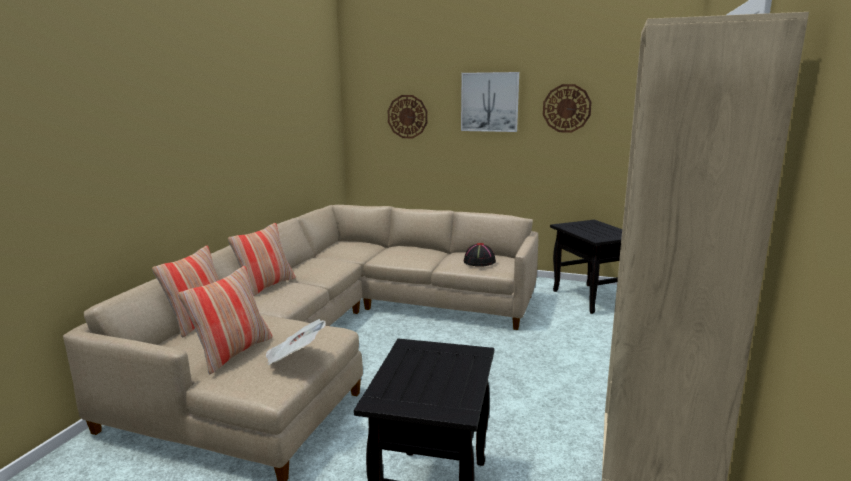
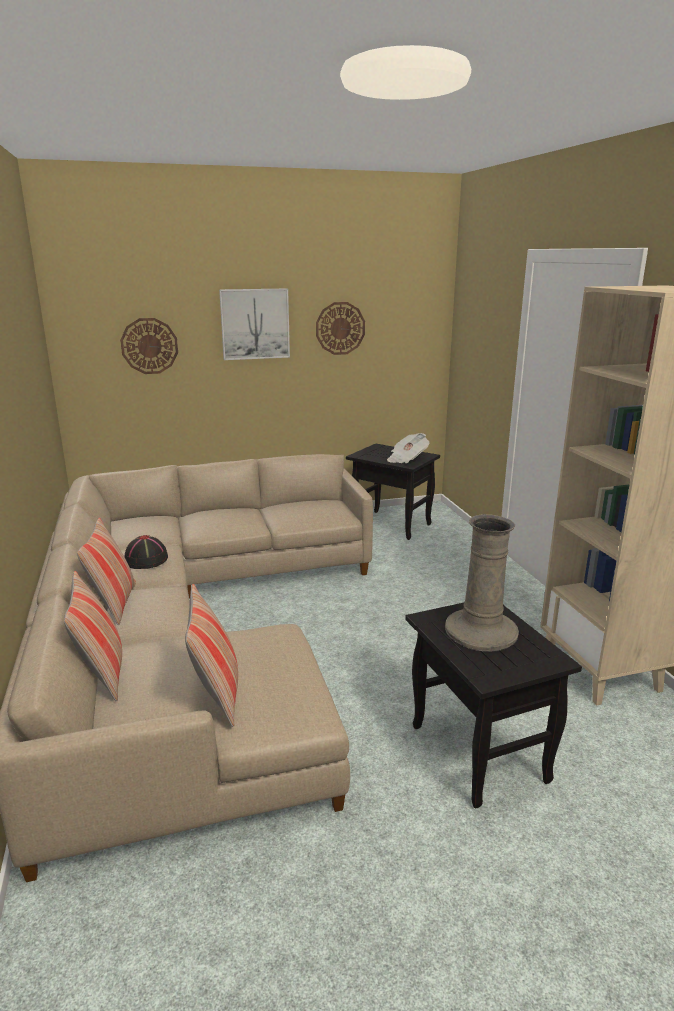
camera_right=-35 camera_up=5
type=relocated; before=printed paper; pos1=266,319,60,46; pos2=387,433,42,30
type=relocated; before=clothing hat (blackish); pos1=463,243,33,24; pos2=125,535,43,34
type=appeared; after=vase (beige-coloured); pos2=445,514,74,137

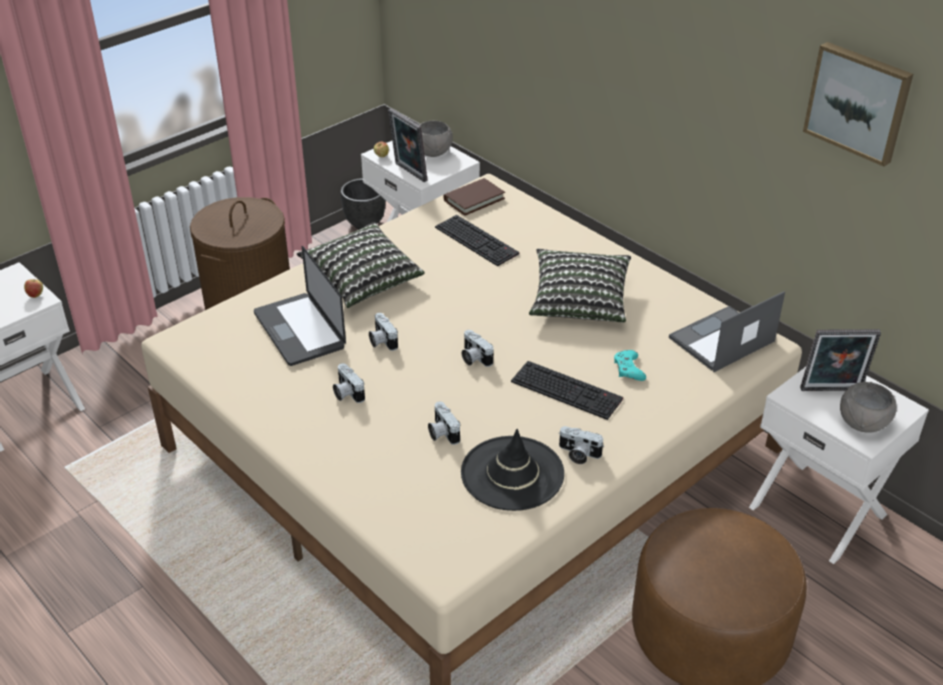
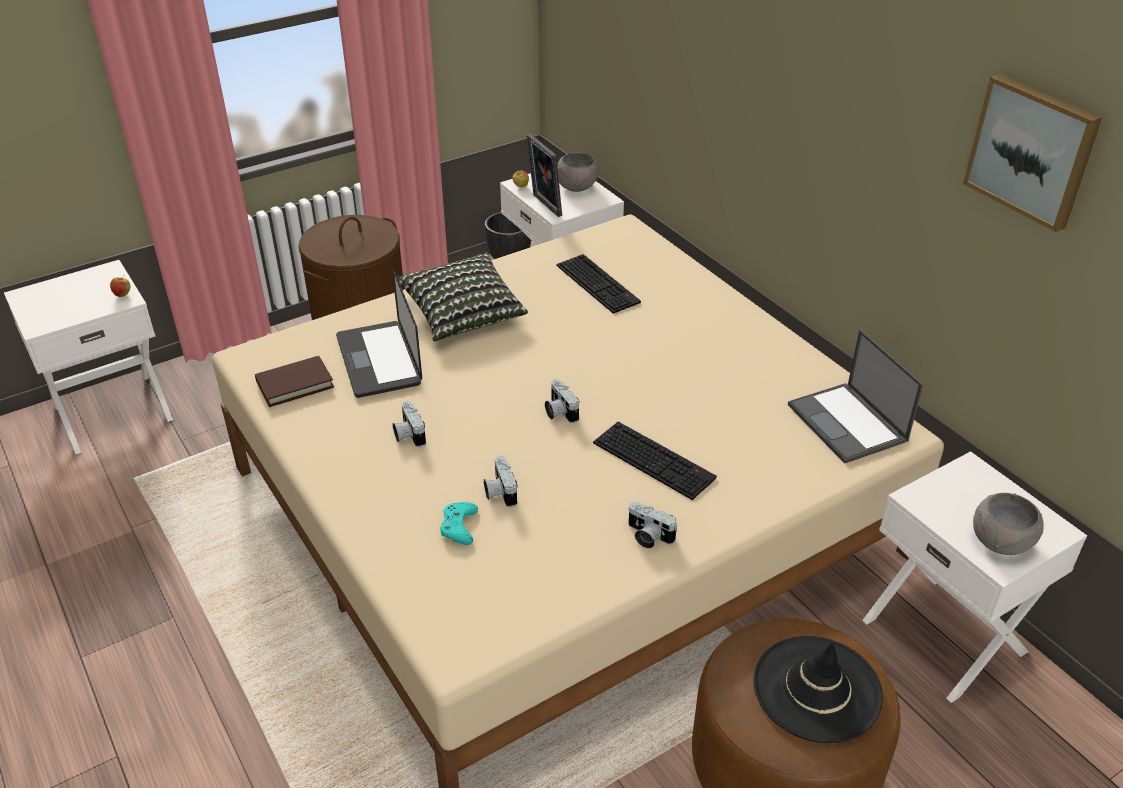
camera_right=10 camera_up=0
type=missing; before=still camera; pos1=369,313,29,38
type=relocated; before=book (brown-coloured); pos1=444,178,61,38; pos2=255,356,79,51
type=relocated; before=clothing hat (blackish); pos1=461,429,103,82; pos2=753,636,130,107
type=missing; before=pillow; pos1=529,248,102,75
type=relocated; before=game controller (blue-green); pos1=614,350,32,31; pos2=440,502,38,43
type=spun; before=portable computer; pos1=669,291,116,81; pos2=788,330,135,134; turn=-90
type=missing; before=standing frame; pos1=800,329,81,62

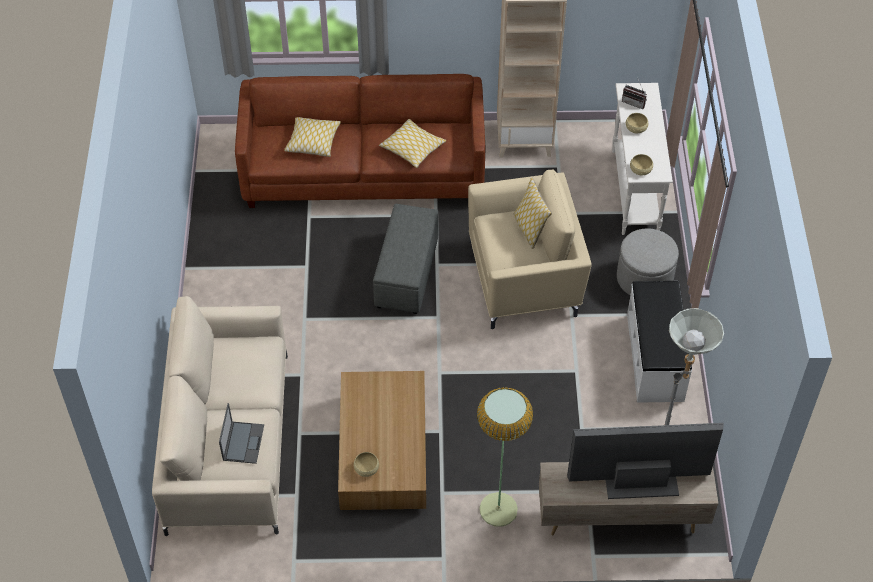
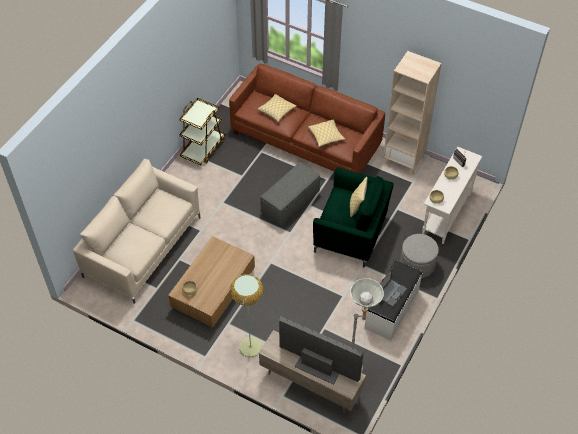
camera_right=30 camera_up=0
type=relocated; before=portable computer; pos1=219,403,45,61; pos2=380,268,27,39
type=colour; before=armchair (beige-coloured); after=armchair (green-coloured); pos1=468,170,124,159; pos2=313,167,81,100
type=appeared; after=trolley (brown-coloured); pos2=179,98,46,67

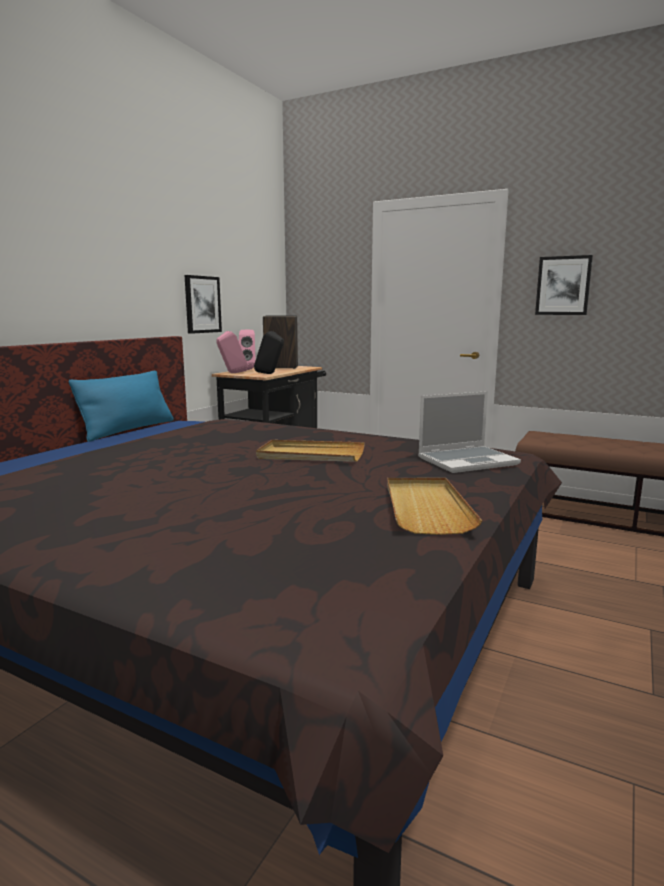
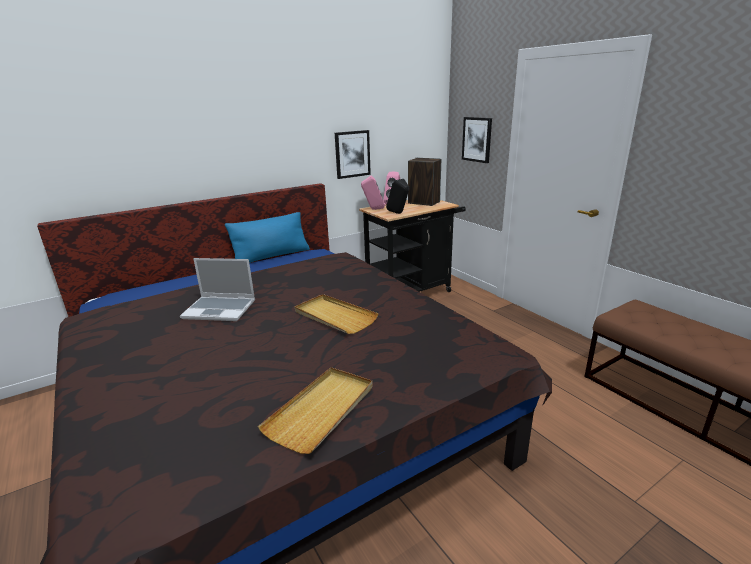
camera_right=30 camera_up=10
type=relocated; before=portable computer; pos1=418,391,103,82; pos2=180,258,75,63
type=relocated; before=wall picture; pos1=535,255,58,60; pos2=462,117,30,46

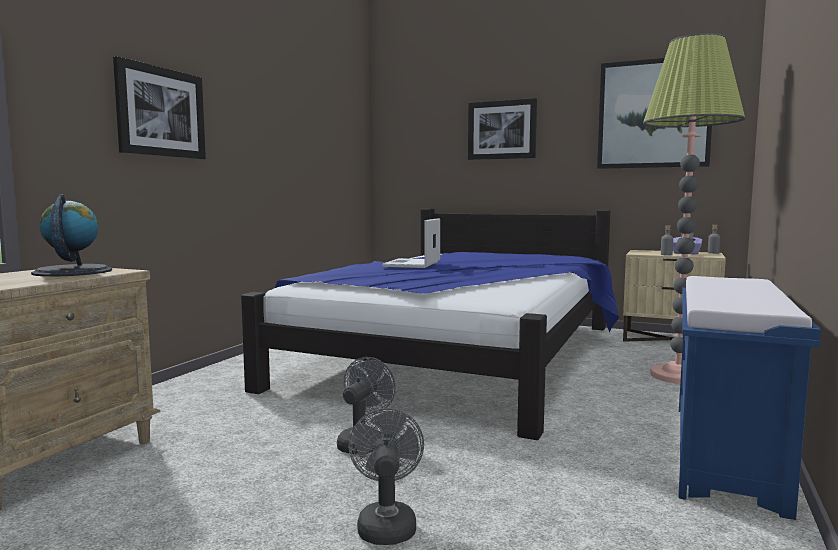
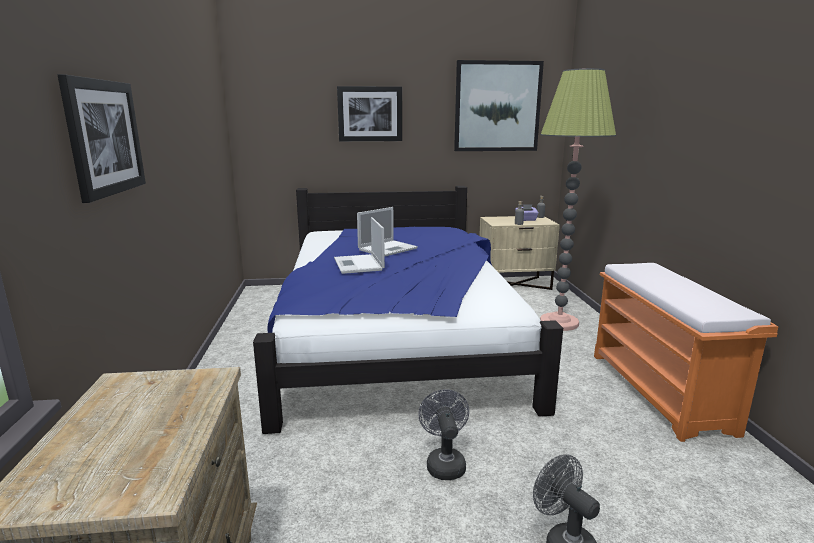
camera_right=-30 camera_up=10
type=missing; before=world globe; pos1=31,194,81,83
type=colour; before=long seat (bluish); after=long seat (orange); pos1=678,276,143,244; pos2=594,263,185,179
type=appeared; after=portable computer; pos2=357,207,61,49

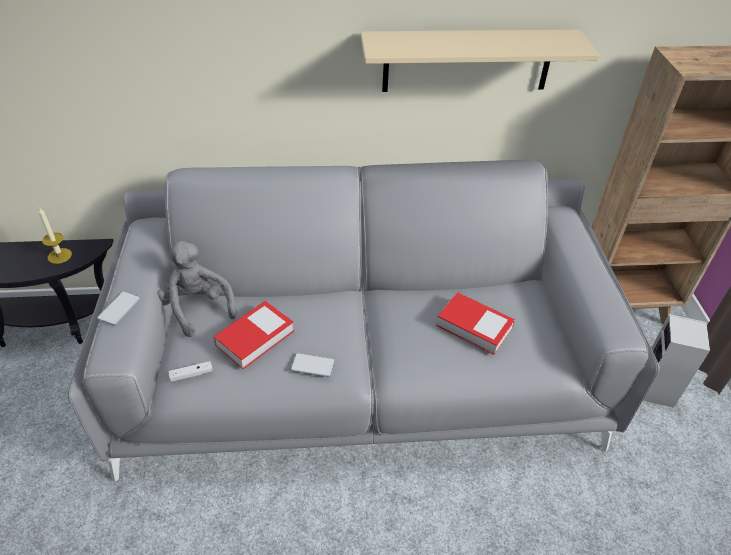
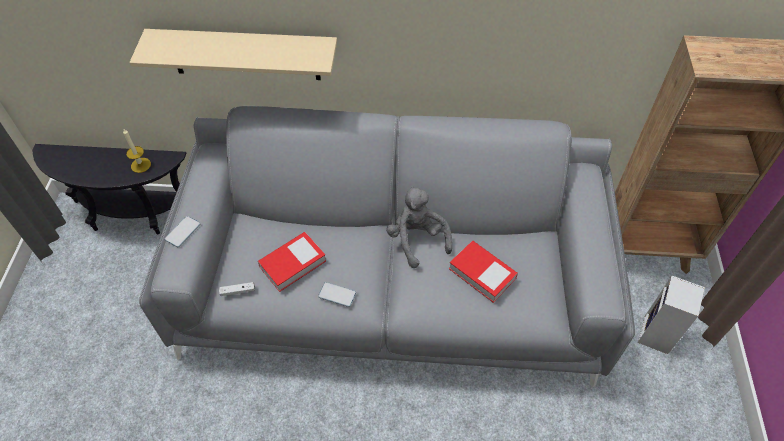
camera_right=10 camera_up=10
type=relocated; before=cuddly toy (greyish); pos1=157,241,79,96; pos2=386,186,66,82
type=relocated; before=bracket shelf (beige-coloured); pos1=361,30,239,62; pos2=129,29,208,51

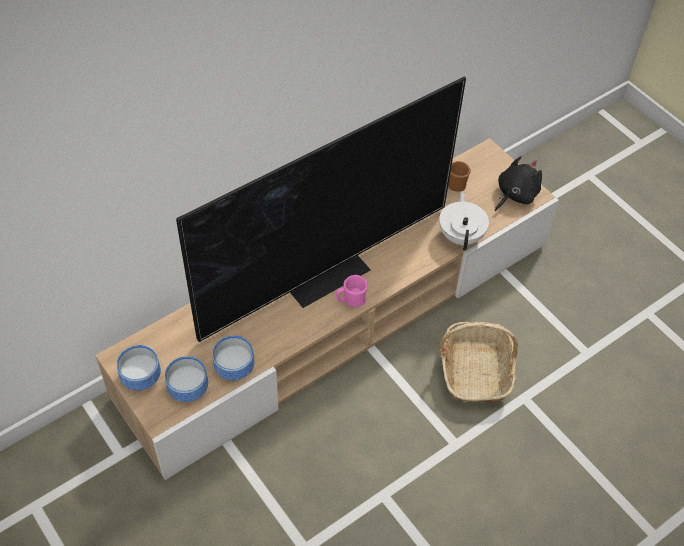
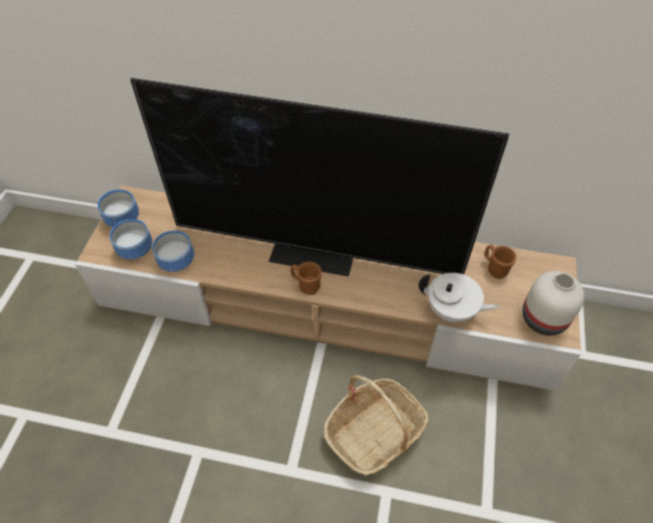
camera_right=50 camera_up=0
type=colour; before=tea mug (pinkish); after=tea mug (brown-coloured); pos1=336,275,32,32; pos2=290,262,32,33
type=spun; before=pot for tea (white); pos1=439,191,50,59; pos2=419,273,80,50; turn=60
type=exchanged; before=cuddly toy (blackish); after=vase (white); pos1=495,156,47,55; pos2=522,271,62,65

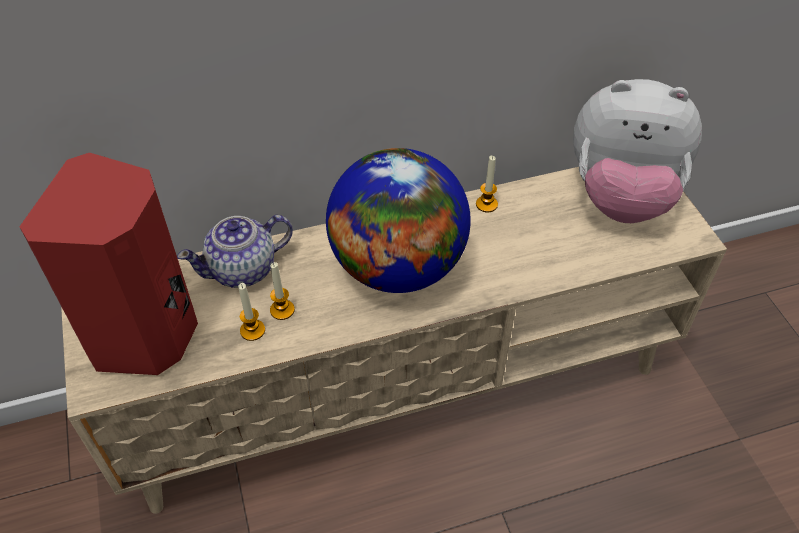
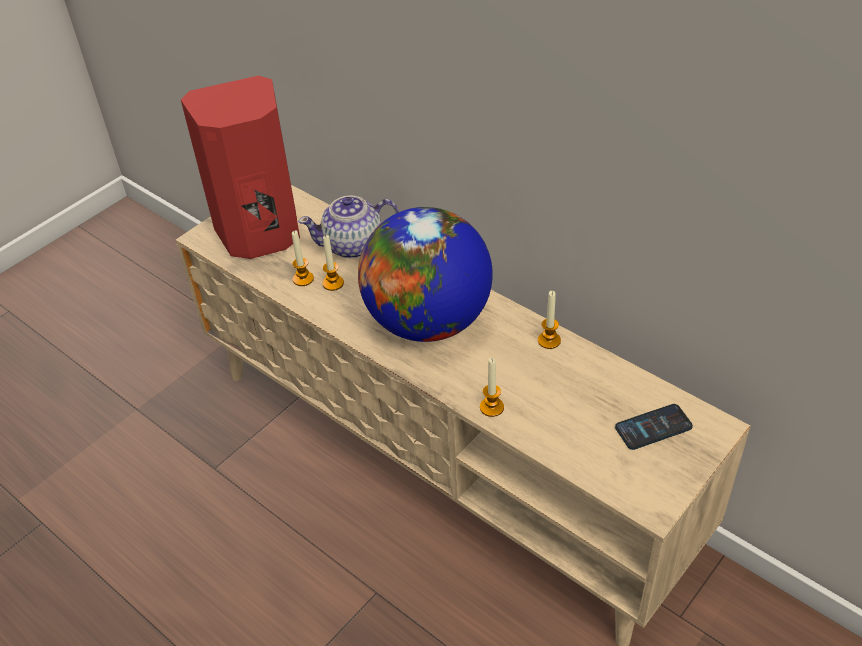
camera_right=60 camera_up=-5
type=spun; before=pot for tea; pos1=177,215,116,73; pos2=298,195,101,63; turn=-45
type=exchanged; before=cuddly toy; after=handset; pos1=573,79,129,144; pos2=615,404,78,46
type=appeared; after=wax candle; pos2=480,358,24,59

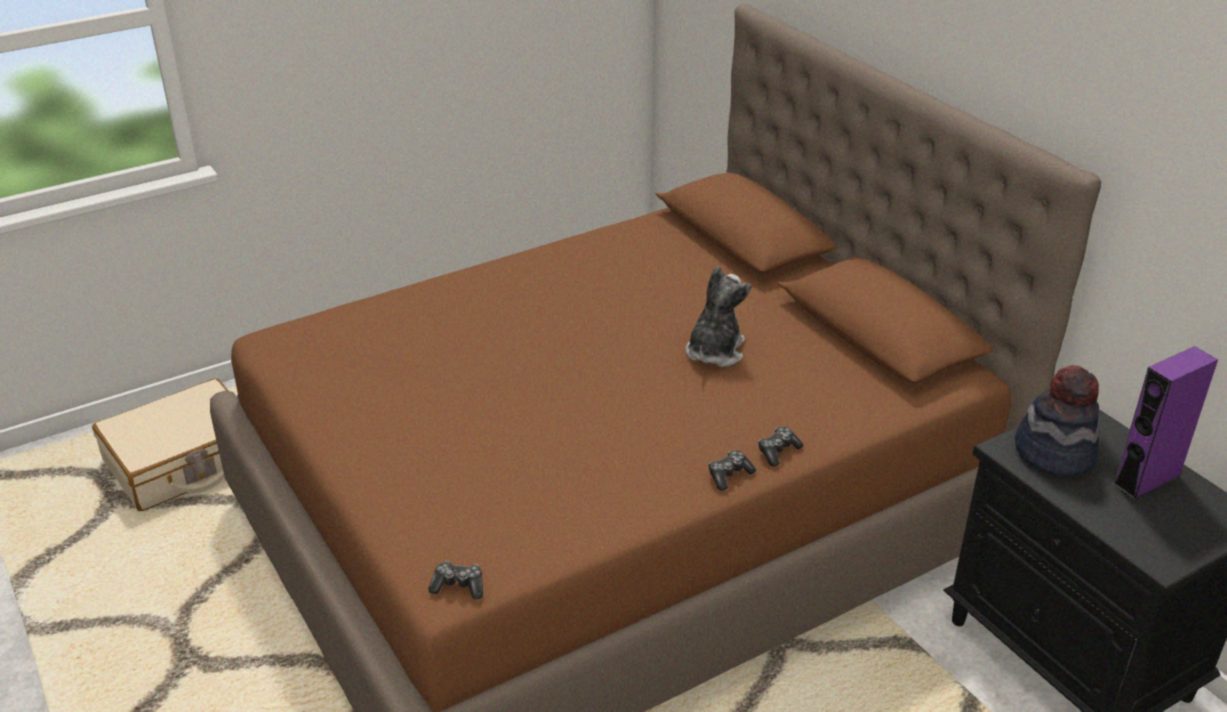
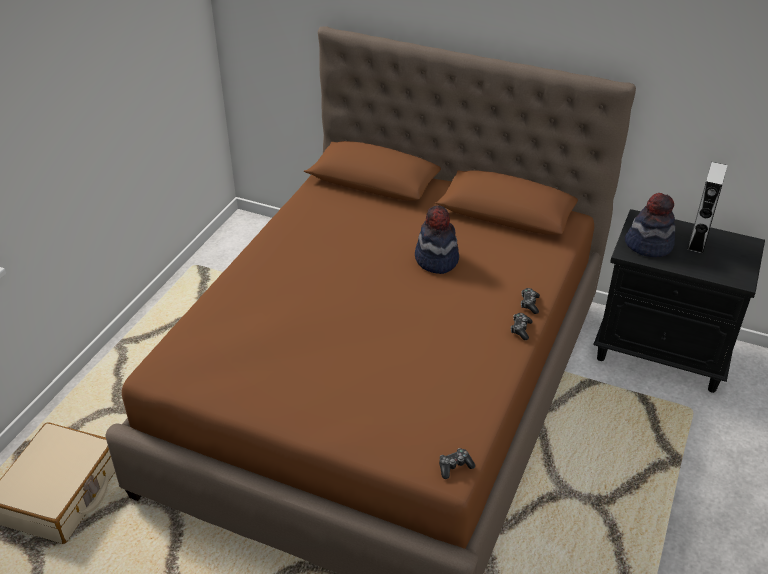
camera_right=-35 camera_up=5
type=exchanged; before=cuddly toy; after=clothing hat; pos1=685,266,67,101; pos2=415,205,44,69
type=colour; before=loudspeaker (purple-coloured); after=loudspeaker (greyish); pos1=1113,346,105,153; pos2=687,162,40,92

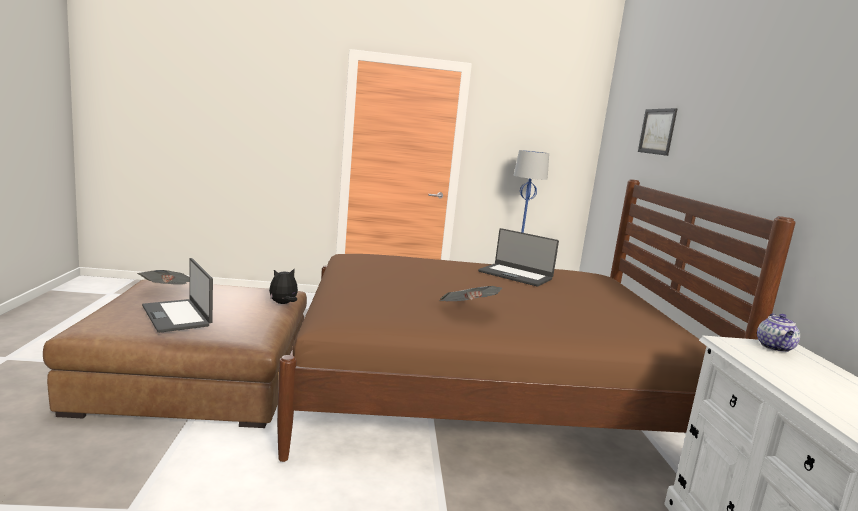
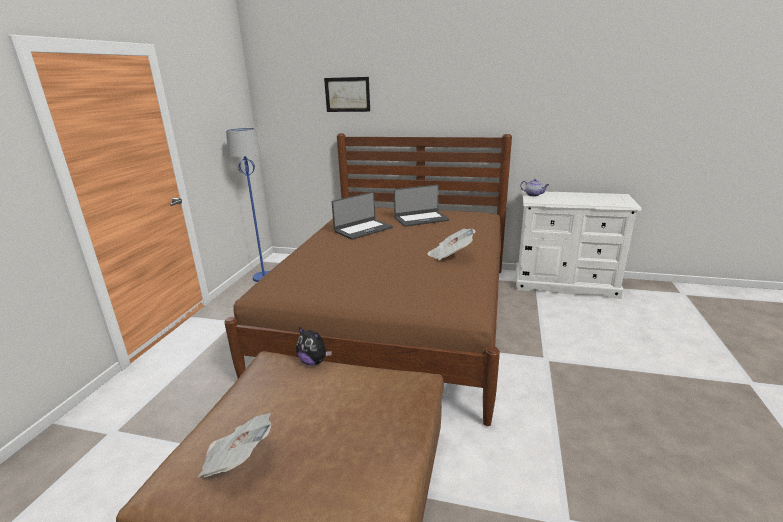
camera_right=-70 camera_up=10
type=relocated; before=portable computer; pos1=142,258,71,75; pos2=394,185,56,42
type=spun; before=cuddly toy; pos1=269,269,29,35; pos2=296,327,36,38; turn=-45

